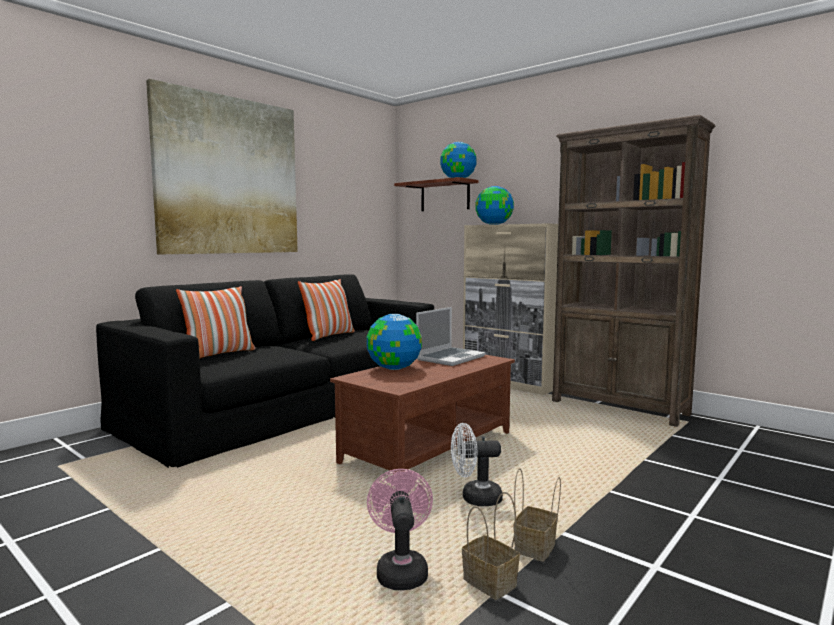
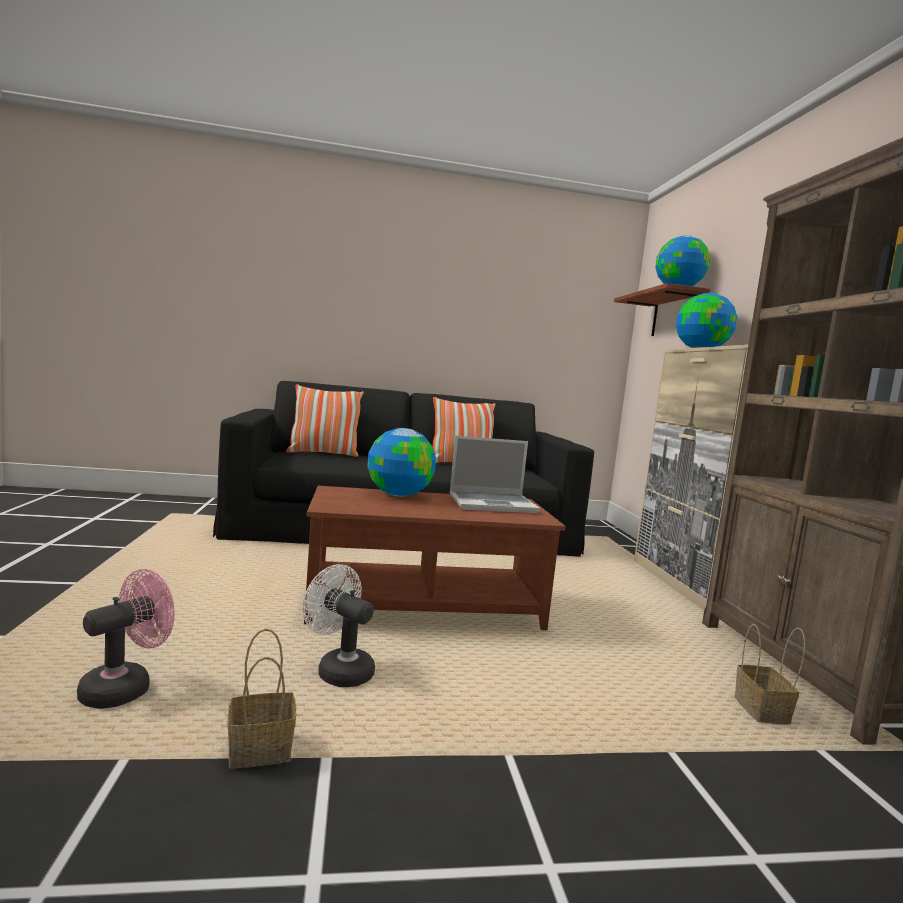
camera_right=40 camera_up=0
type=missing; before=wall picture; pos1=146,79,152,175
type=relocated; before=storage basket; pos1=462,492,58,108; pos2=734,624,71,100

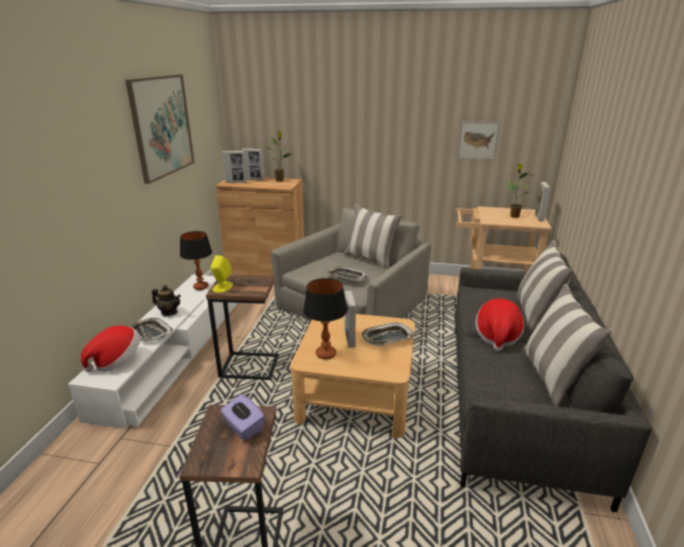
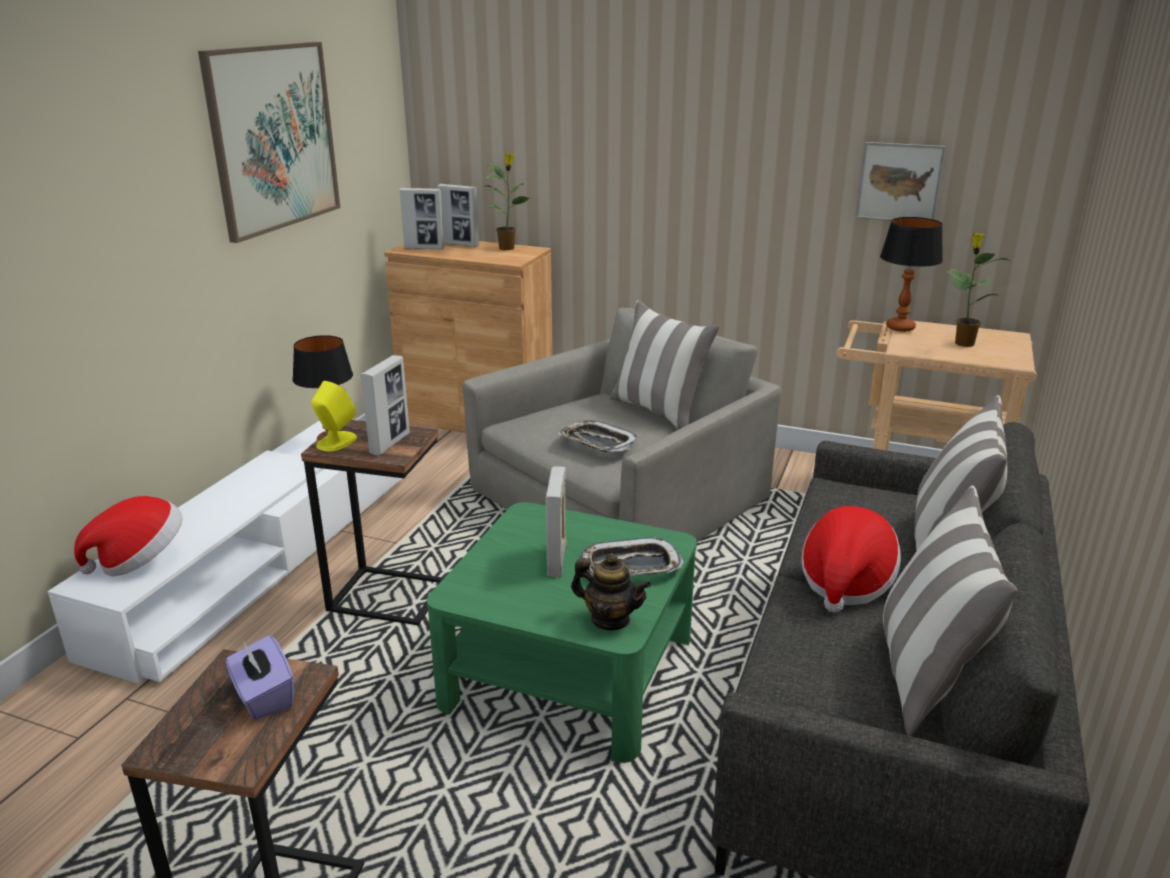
camera_right=10 camera_up=0
type=missing; before=tray; pos1=128,318,45,24
type=relocated; before=pot for tea; pos1=152,285,29,31; pos2=571,553,80,77
type=colour; before=lounge table (beige-coloured); after=lounge table (green-coloured); pos1=290,314,125,124; pos2=427,502,270,261
type=relocated; before=lamp for a table; pos1=303,278,44,81; pos2=880,217,63,115
type=relocated; before=standing frame; pos1=535,182,16,39; pos2=360,355,50,101

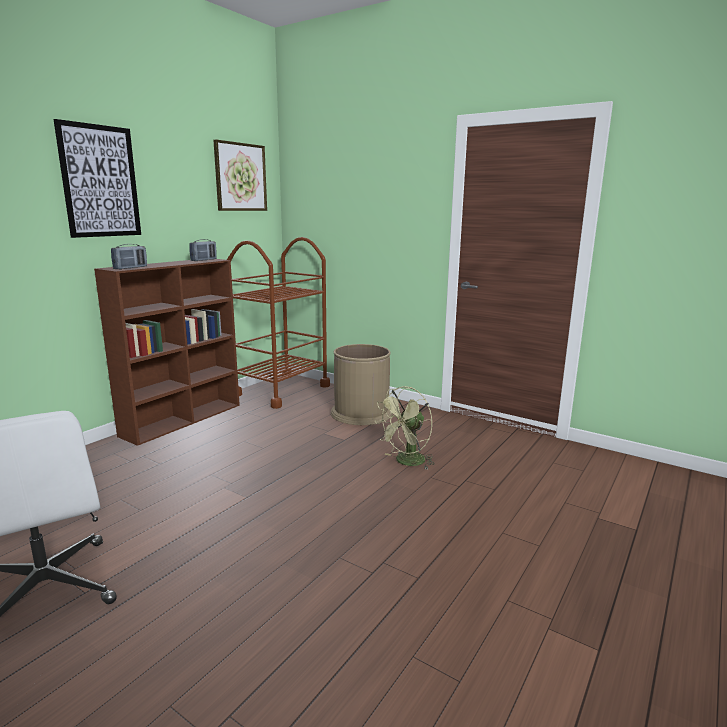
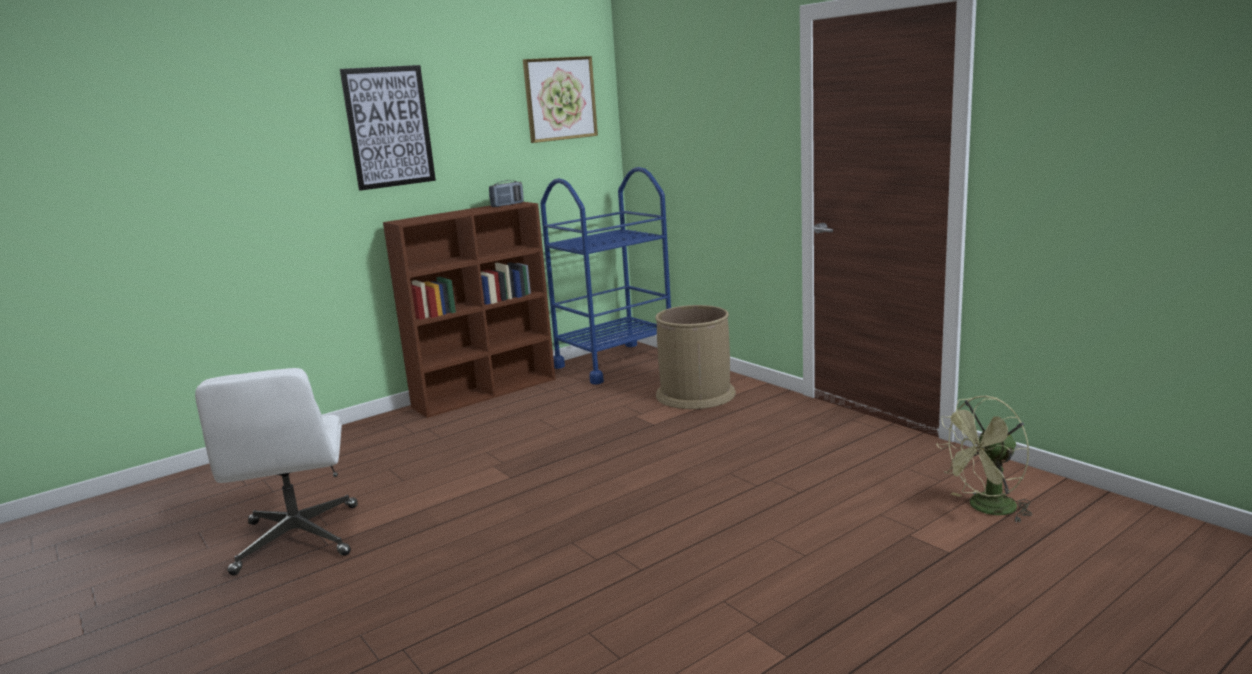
camera_right=20 camera_up=0
type=missing; before=radio receiver; pos1=111,244,36,25
type=colour; before=trolley (brown-coloured); after=trolley (bluish); pos1=227,237,103,172; pos2=540,167,131,218
type=relocated; before=electric fan (green-coloured); pos1=374,386,61,84; pos2=936,396,96,127

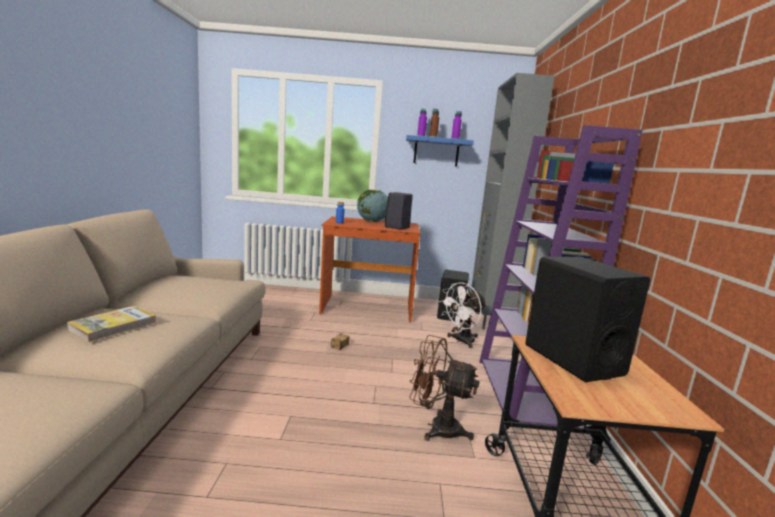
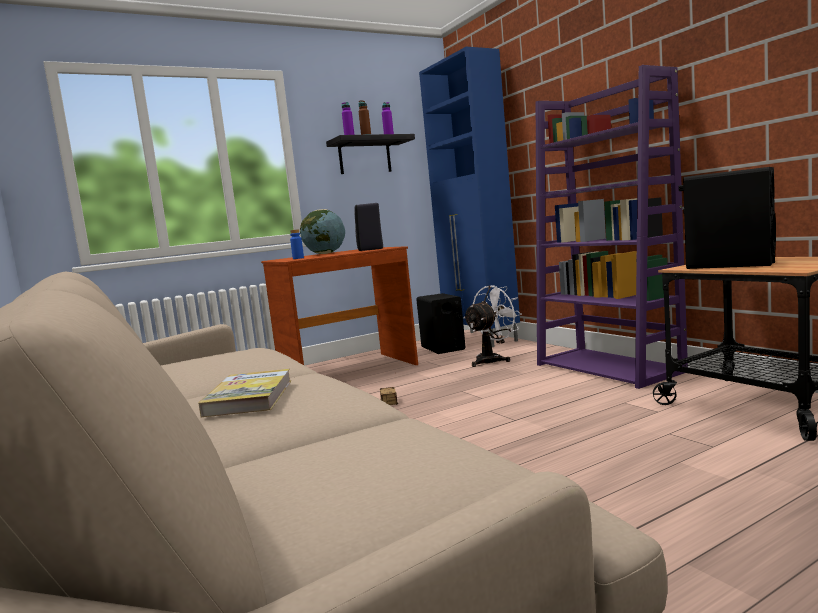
camera_right=-30 camera_up=-5
type=colour; before=bracket shelf (bluish); after=bracket shelf (blackish); pos1=406,135,68,32; pos2=326,134,89,40
type=missing; before=electric fan (brown-coloured); pos1=409,335,70,106
type=spun; before=electric fan (white); pos1=439,282,48,66; pos2=463,285,59,82; turn=-150
type=colour; before=cupboard (greyish); after=cupboard (bluish); pos1=471,73,84,257; pos2=419,47,101,300

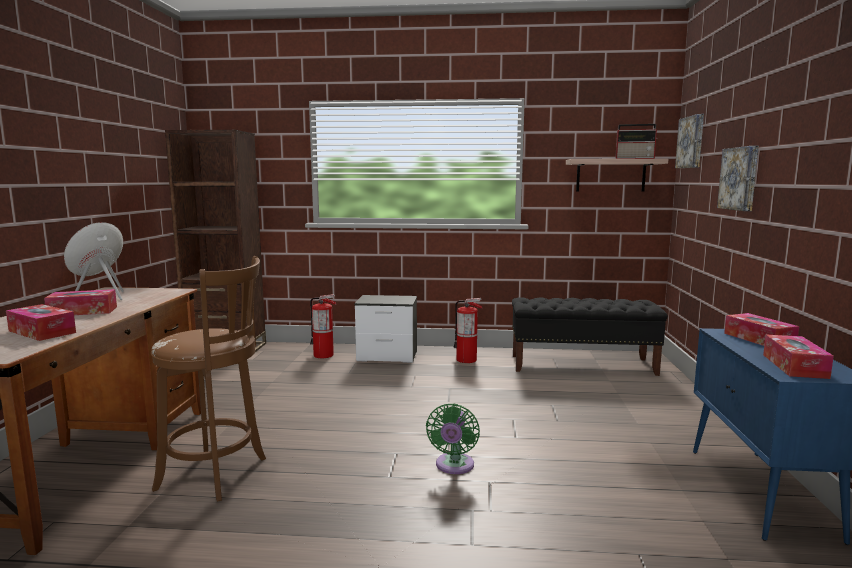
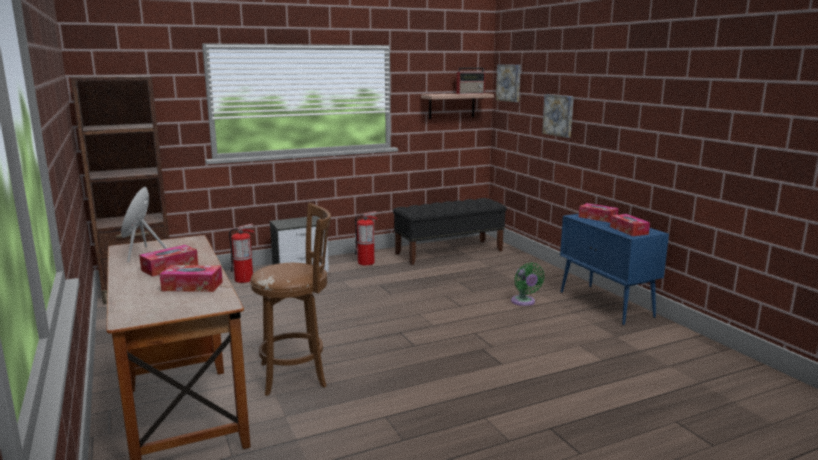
camera_right=-30 camera_up=5
type=relocated; before=electric fan (green-coloured); pos1=426,403,54,71; pos2=511,263,34,43

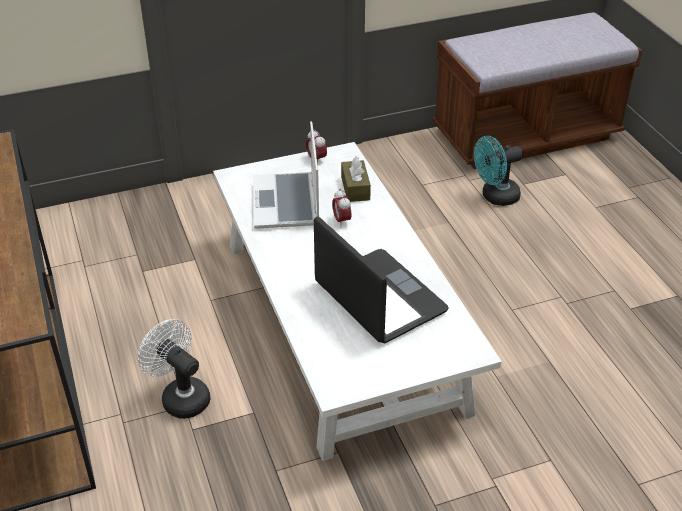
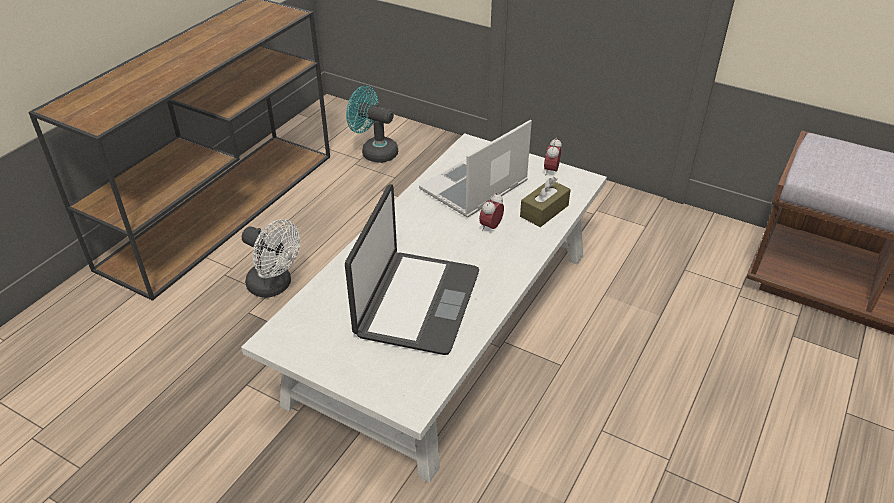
camera_right=50 camera_up=0
type=spun; before=electric fan (white); pos1=137,319,73,100; pos2=242,219,58,79; turn=120
type=relocated; before=electric fan (blue-green); pos1=474,136,49,70; pos2=346,86,52,77

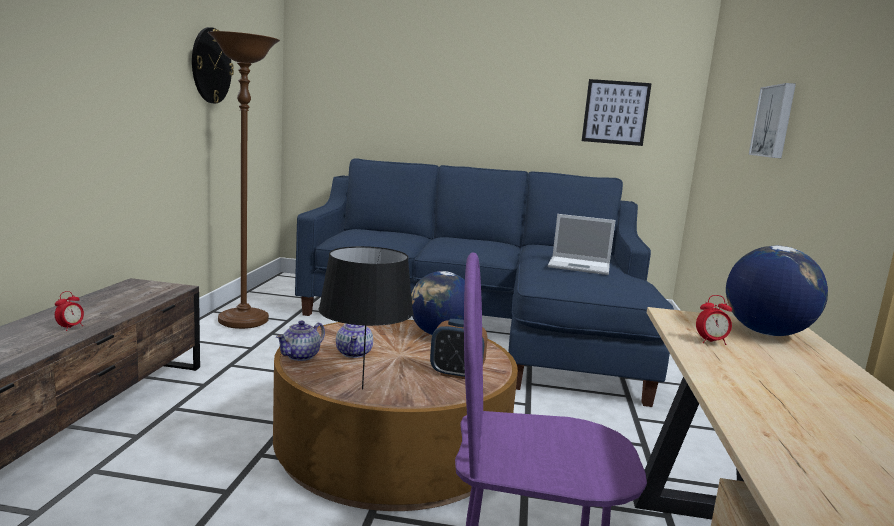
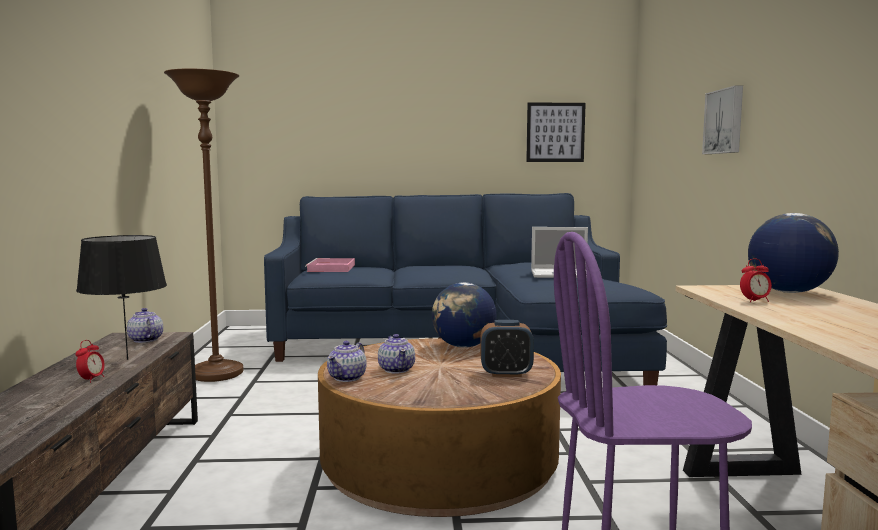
camera_right=-10 camera_up=-5
type=missing; before=wall clock; pos1=192,27,42,76
type=relocated; before=lamp for a table (blackish); pos1=319,246,94,144; pos2=76,235,91,125
type=appeared; after=pot for tea; pos2=127,308,36,35
type=appeared; after=tray (pinkish); pos2=305,258,50,14

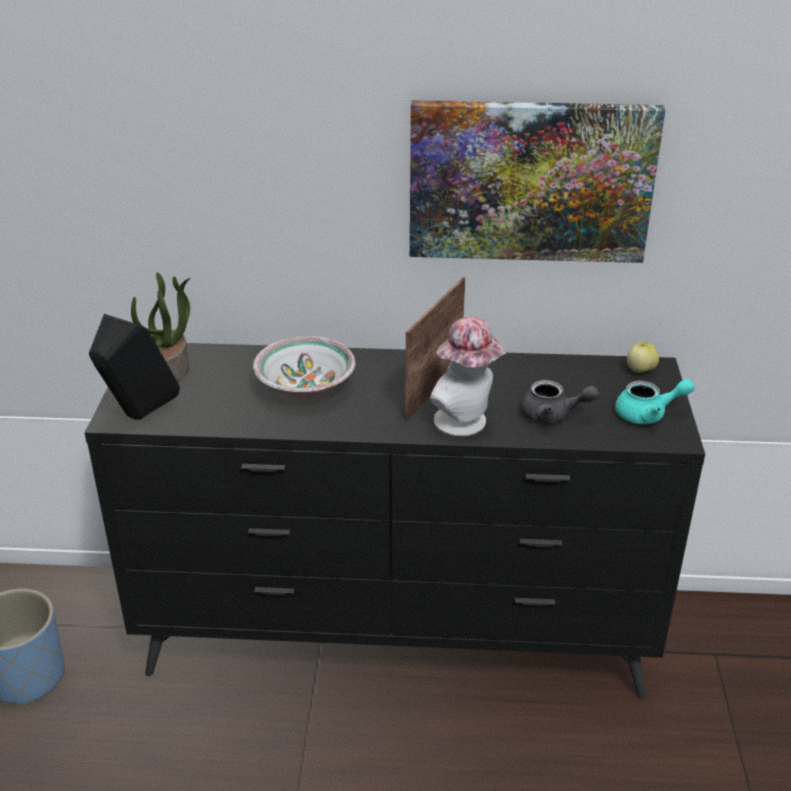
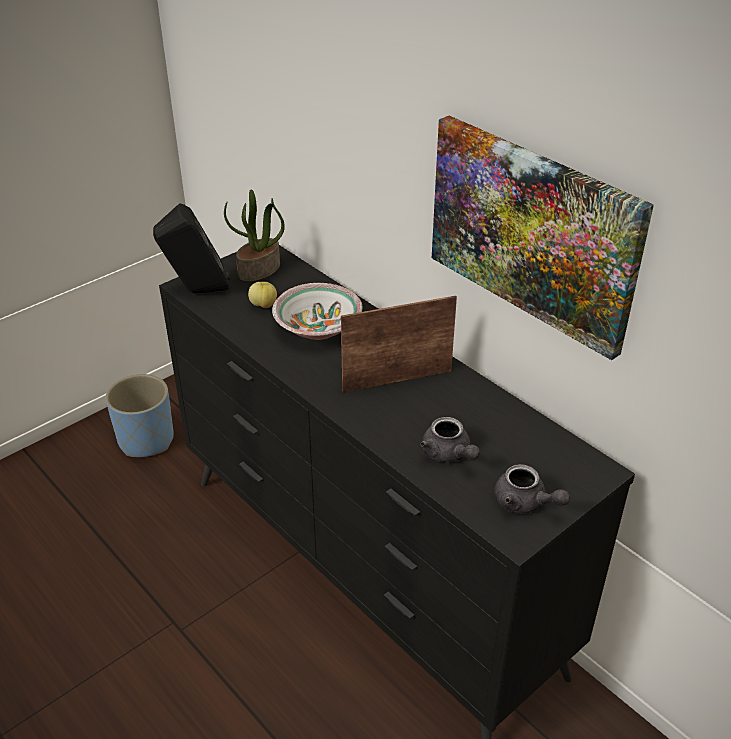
camera_right=45 camera_up=5
type=missing; before=clothing hat; pos1=430,317,76,119
type=colour; before=pot for tea (blue-green); after=pot for tea (greyish); pos1=615,379,79,45; pos2=494,464,76,50
type=relocated; before=whole apple; pos1=627,342,32,31; pos2=248,282,29,26

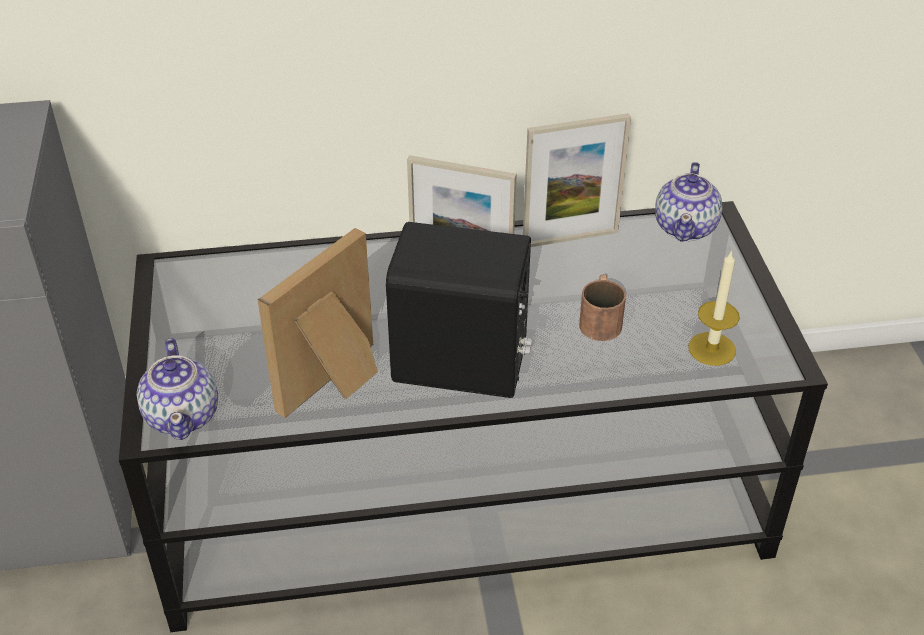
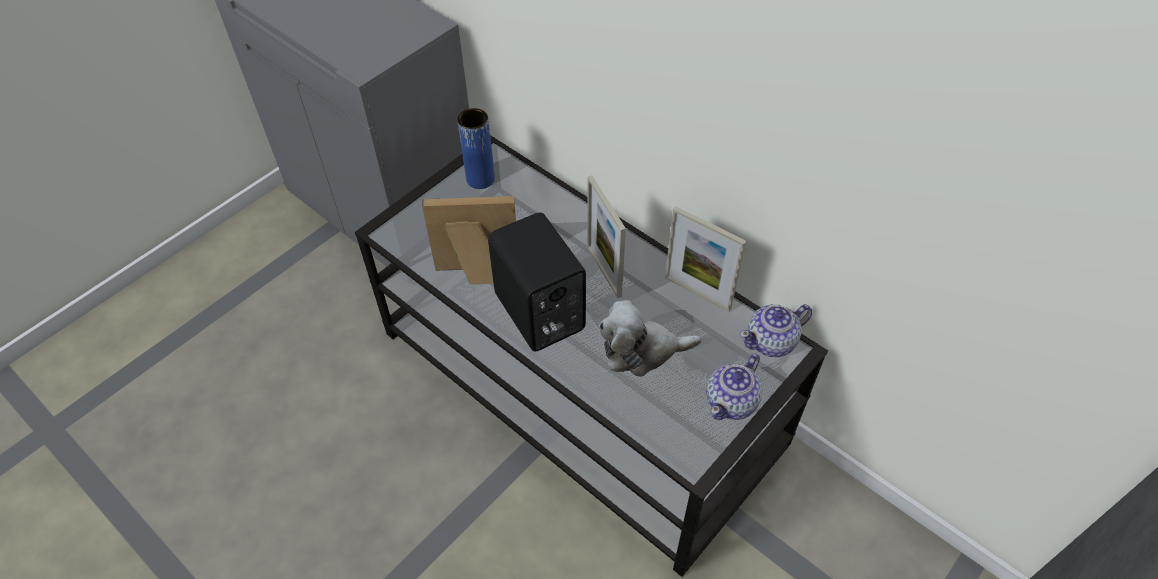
camera_right=50 camera_up=10
type=relocated; before=pot for tea; pos1=137,338,81,102; pos2=706,354,56,66
type=exchanged; before=tea mug (brown-coloured); after=cuddly toy; pos1=579,274,47,67; pos2=599,300,103,77
type=missing; before=wax candle; pos1=688,250,52,116
type=appeared; after=vase (bluish); pos2=457,108,38,81

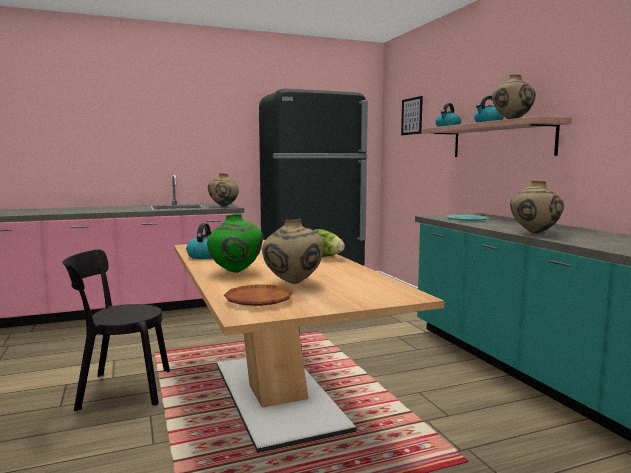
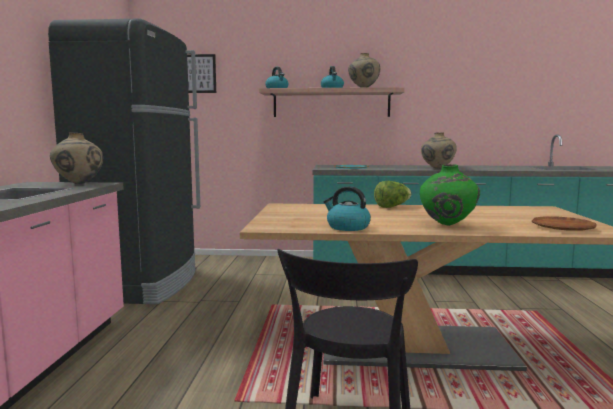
camera_right=-65 camera_up=0
type=missing; before=vase (beige-coloured); pos1=262,219,62,65

